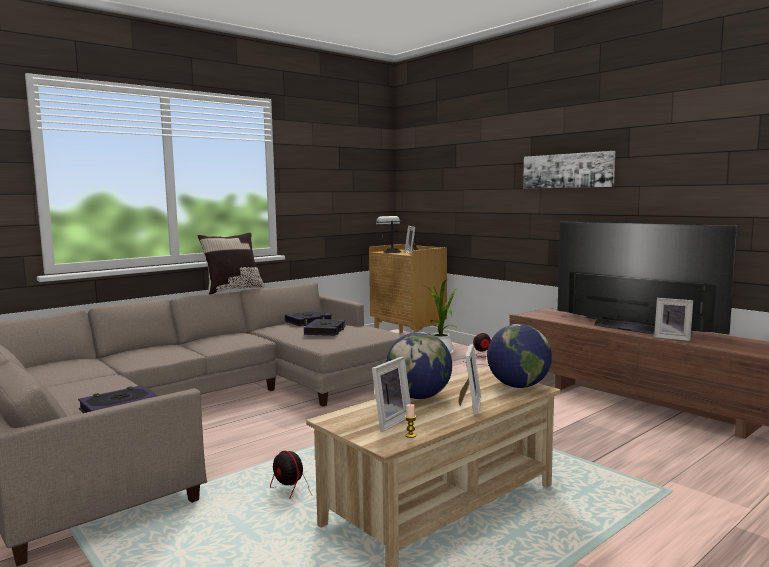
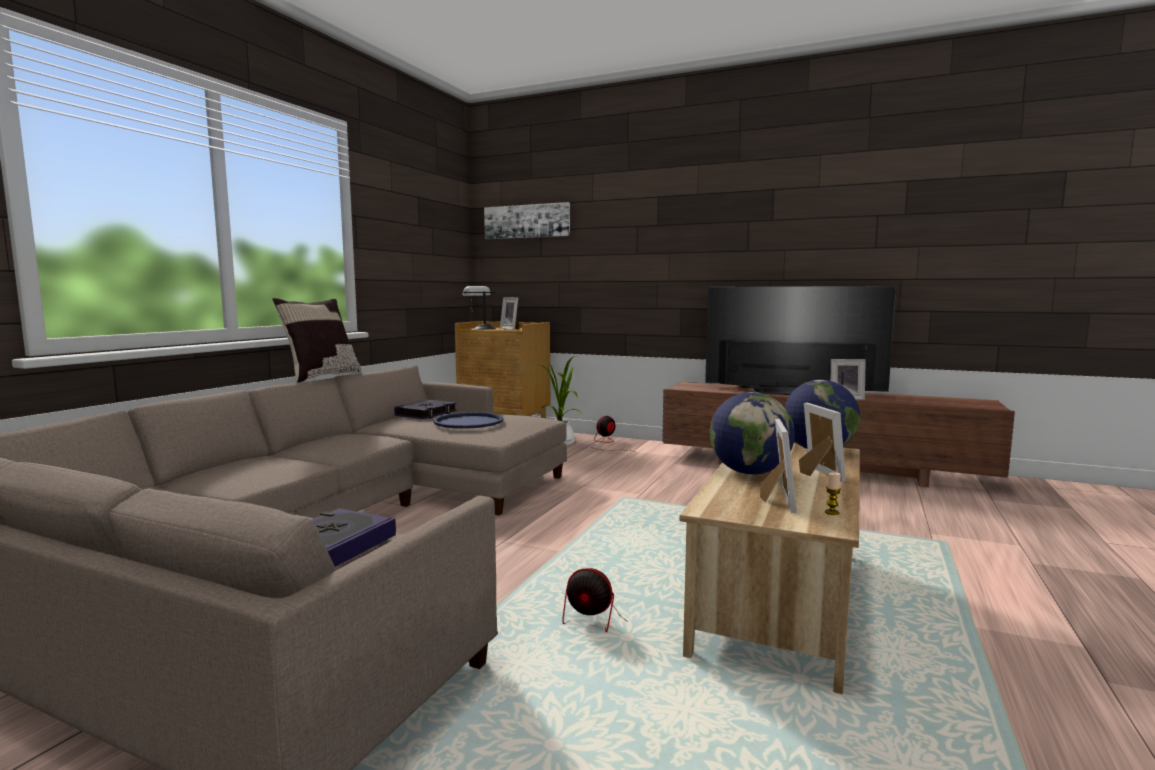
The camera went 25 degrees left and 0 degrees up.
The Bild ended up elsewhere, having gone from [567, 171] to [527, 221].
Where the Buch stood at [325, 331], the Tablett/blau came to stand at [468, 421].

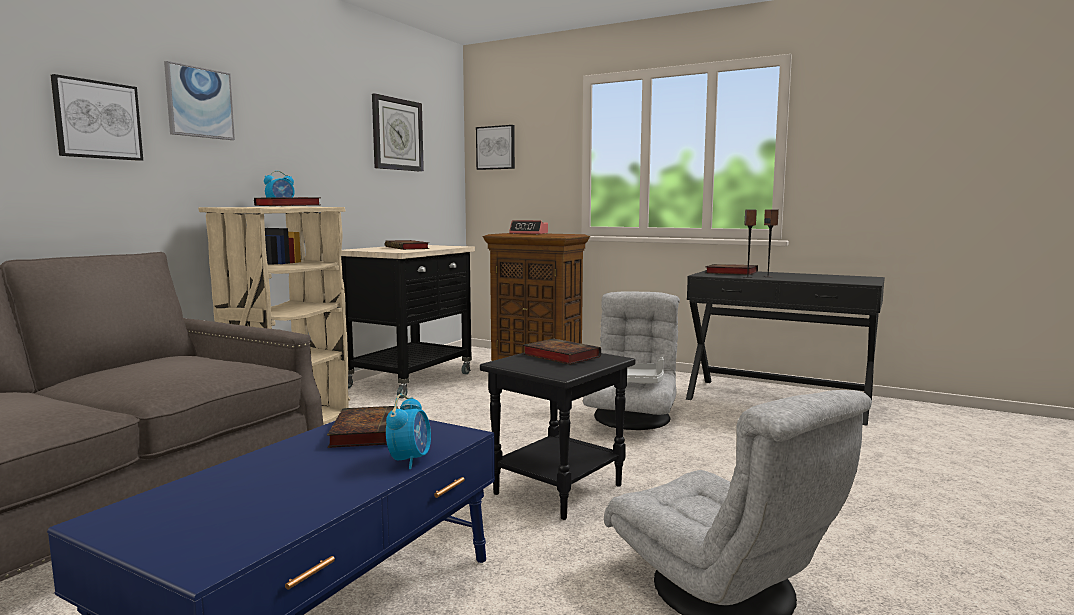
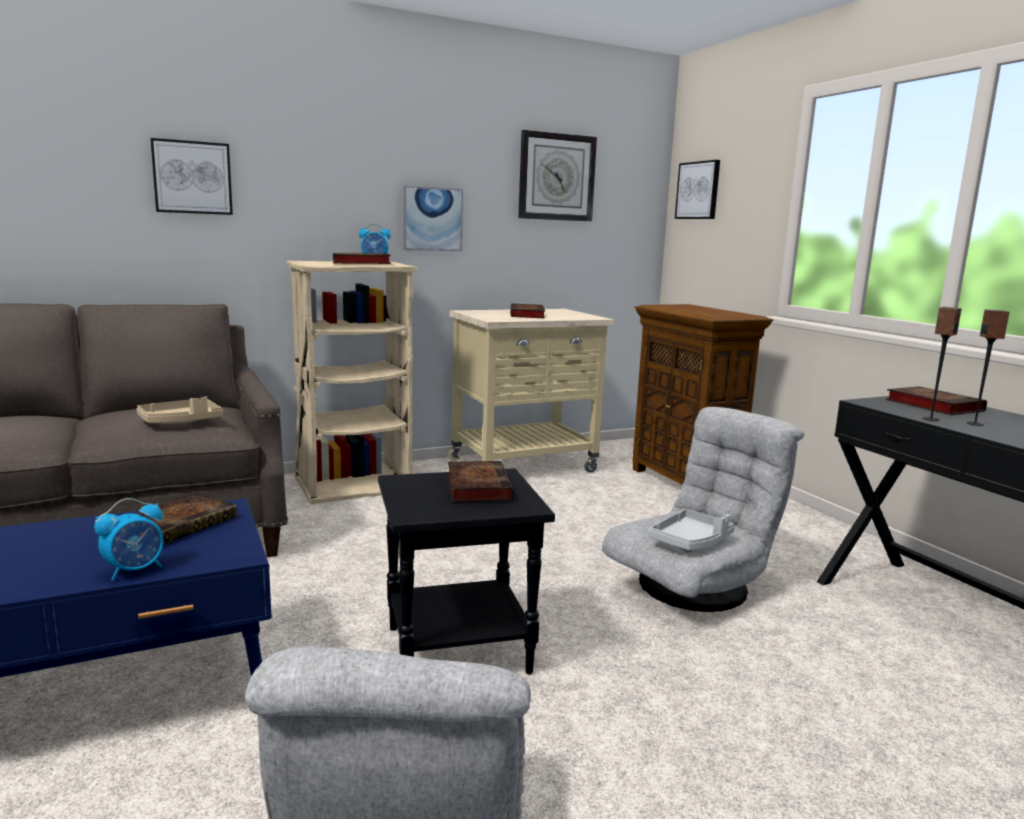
The camera went 35 degrees right and 5 degrees up.
The Bild ended up elsewhere, having gone from [199, 102] to [432, 219].
The second view lost the Wecker at [529, 233].
What was the Rollwagen/schwarz at [410, 380] turned into the Rollwagen/beige at [523, 465].
The second view gained the Tablett/beige at [181, 421].

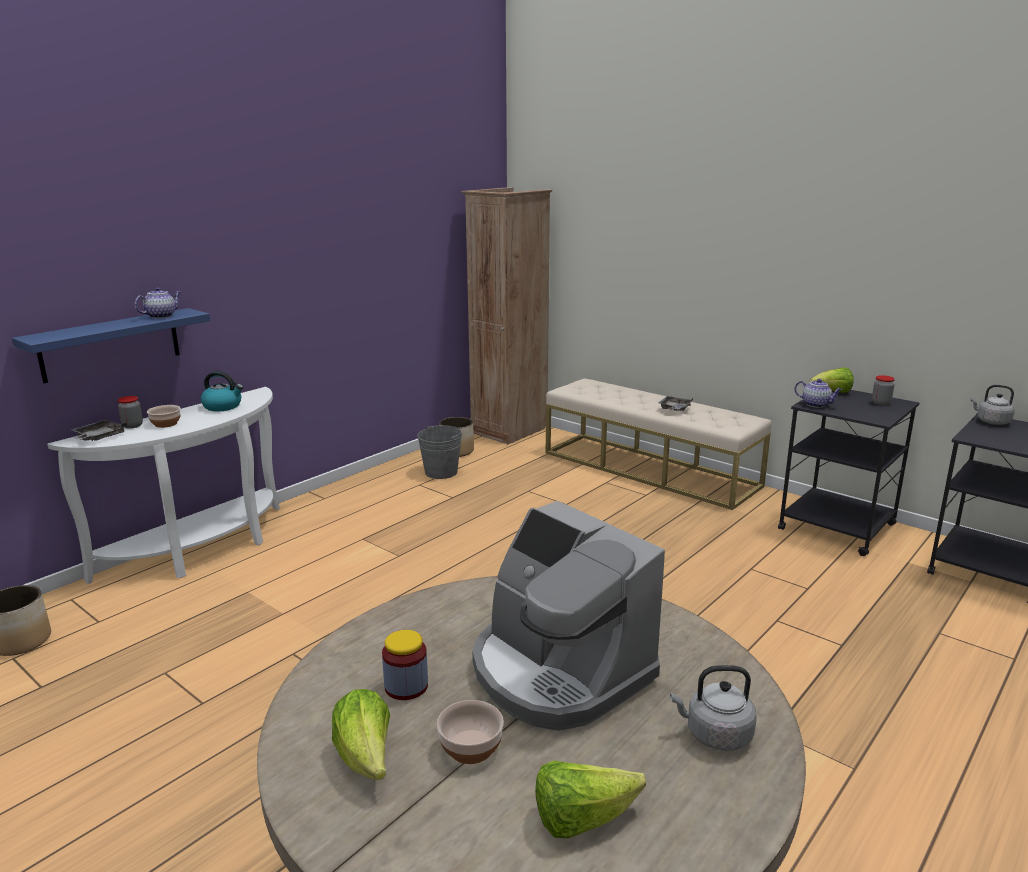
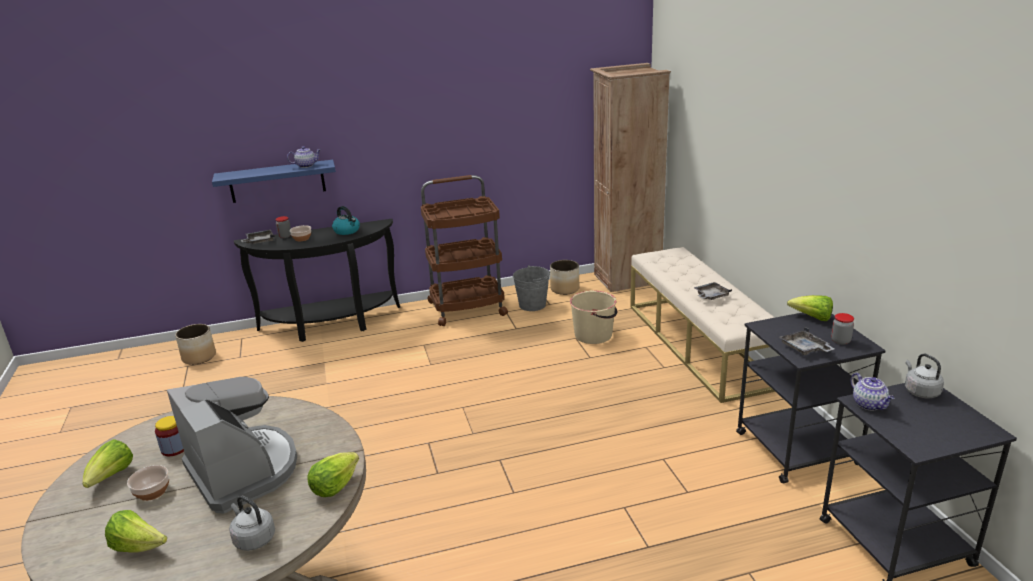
The camera went 35 degrees right and 5 degrees up.
The Teekanne ended up elsewhere, having gone from [816, 404] to [869, 405].
What was the Konsolentisch/weiß at [203, 550] turned into the Konsolentisch/schwarz at [331, 326].
The Kaffeemaschine at [558, 672] ended up facing another way, 150 degrees clockwise from before.
The second view gained the Rollwagen/braun at [467, 309].
The second view gained the Eimer/beige at [594, 335].
The second view gained the Tablett/grau at [804, 349].
The second view gained the Salatkopf at [334, 486].

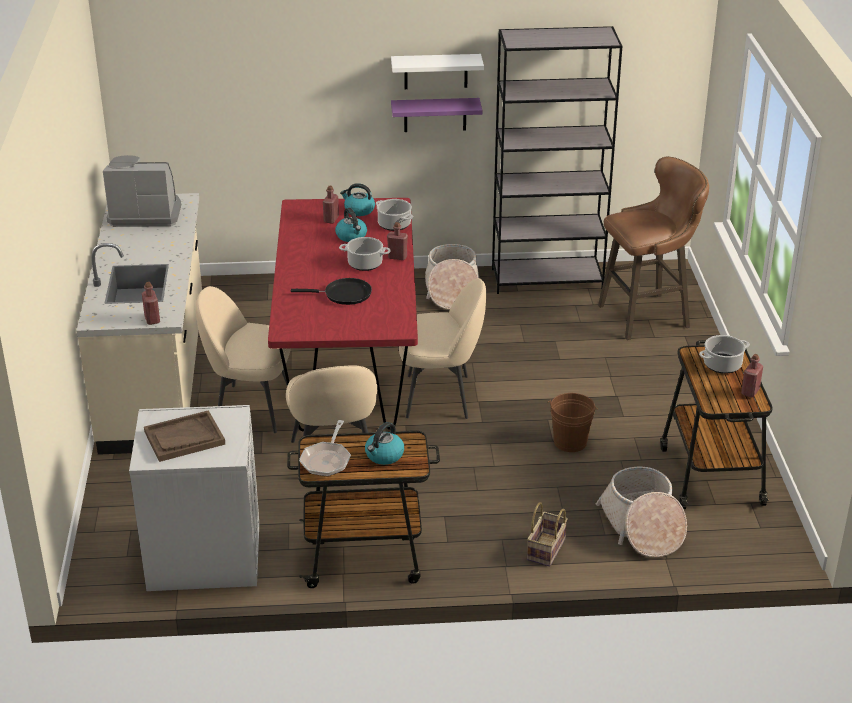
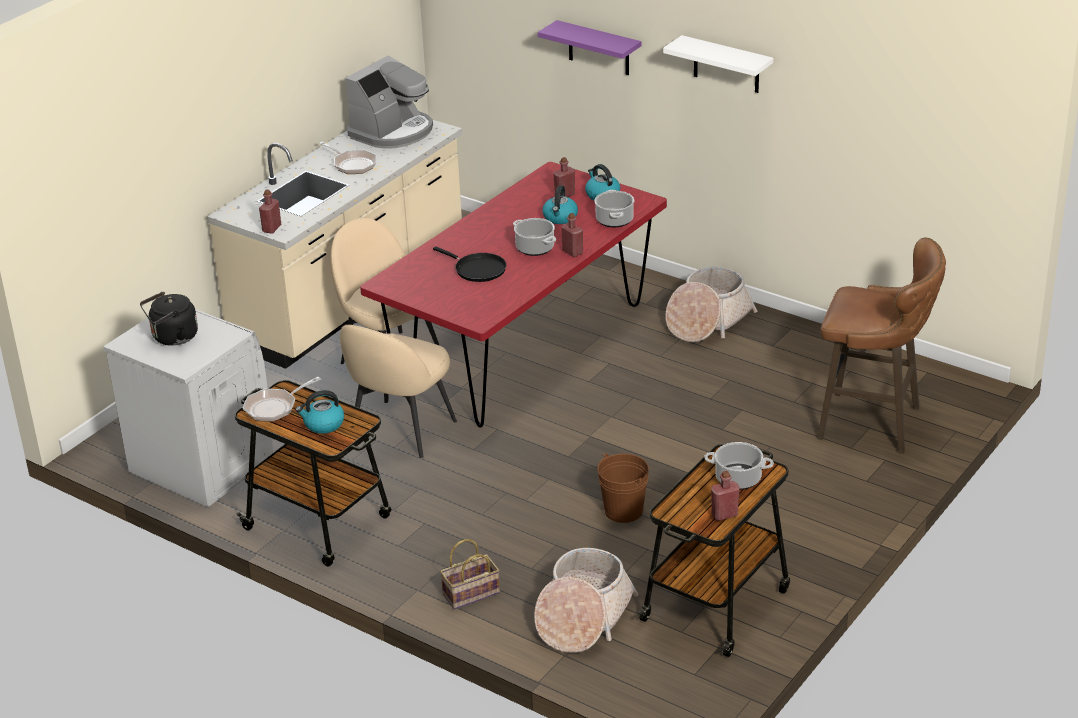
The camera went 40 degrees right and 0 degrees up.
The second view lost the Bücherregal/grau at [547, 279].
The Wandregal/lila ended up elsewhere, having gone from [435, 115] to [598, 48].
The Kaffeemaschine at [145, 213] ended up facing another way, 90 degrees clockwise from before.
The second view lost the Stuhl/beige at [440, 396].
Where the Tablett/braun stood at [184, 438], the Wasserkessel/schwarz came to stand at [172, 338].
The second view gained the Pfanne at [352, 164].

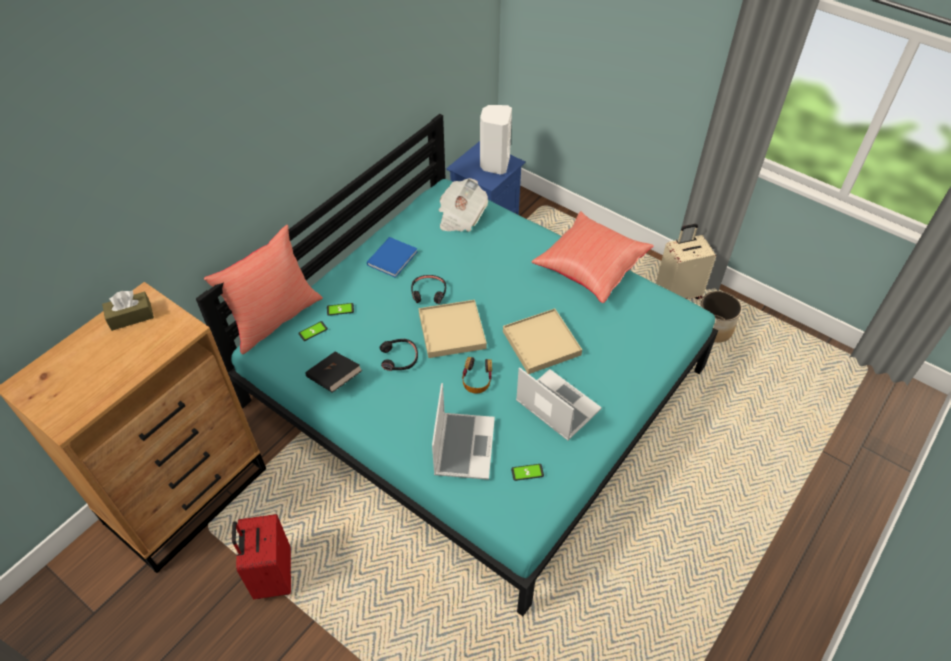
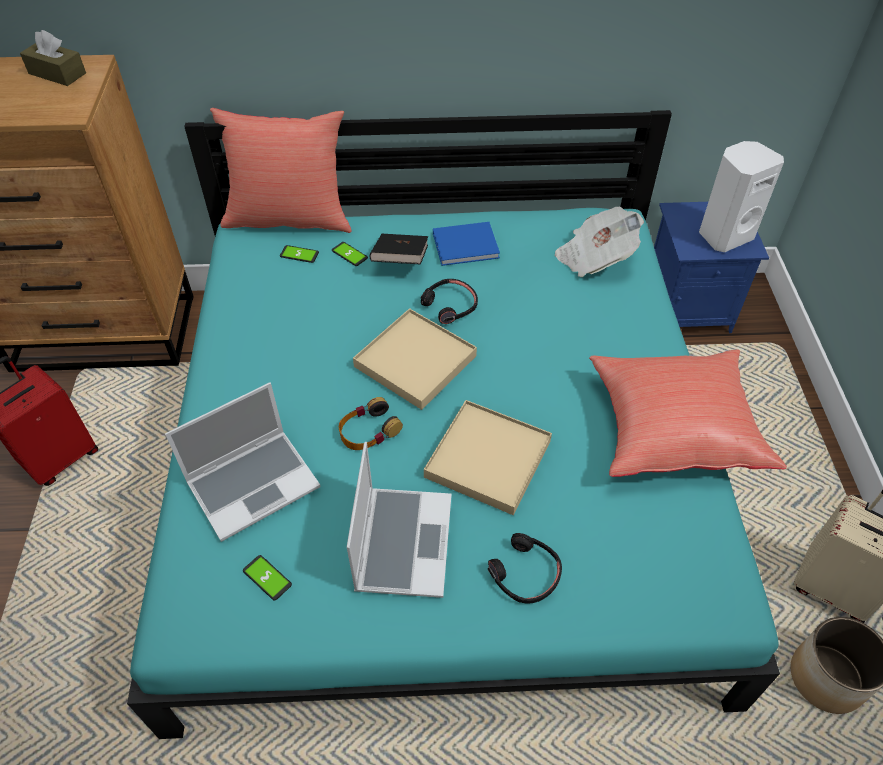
The camera went 50 degrees right and 0 degrees up.
The Kopfhörer/schwarz ended up elsewhere, having gone from [399, 358] to [525, 574].
The Buch/schwarz ended up elsewhere, having gone from [335, 379] to [400, 261].

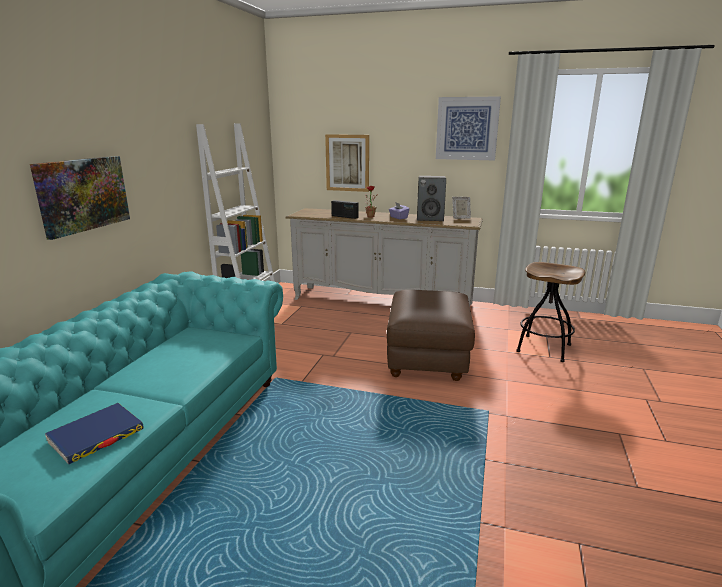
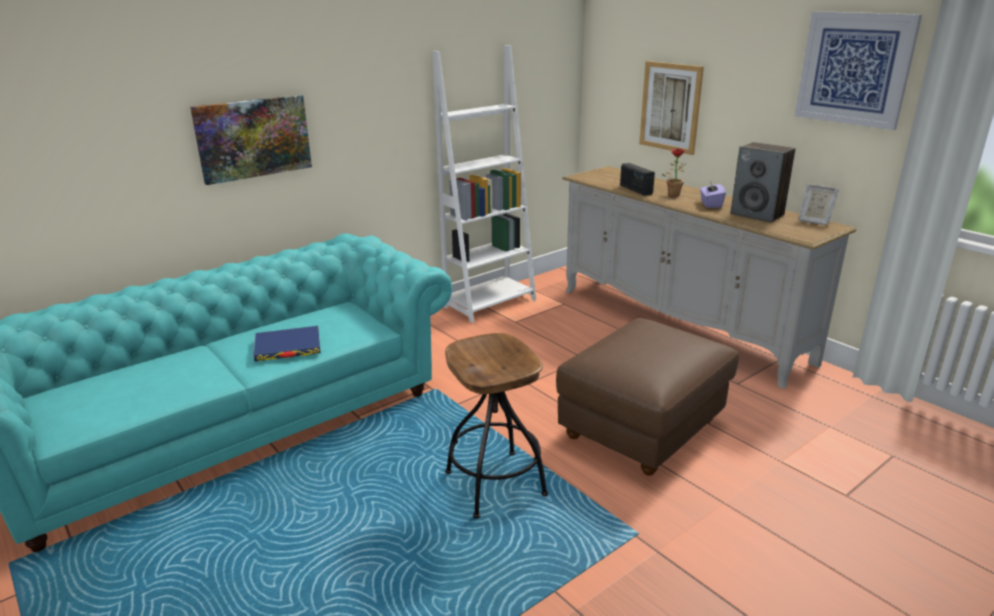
The camera went 35 degrees right and 5 degrees up.
The Hocker/braun ended up elsewhere, having gone from [544, 348] to [495, 484].
The Buch/blau ended up elsewhere, having gone from [96, 436] to [288, 347].

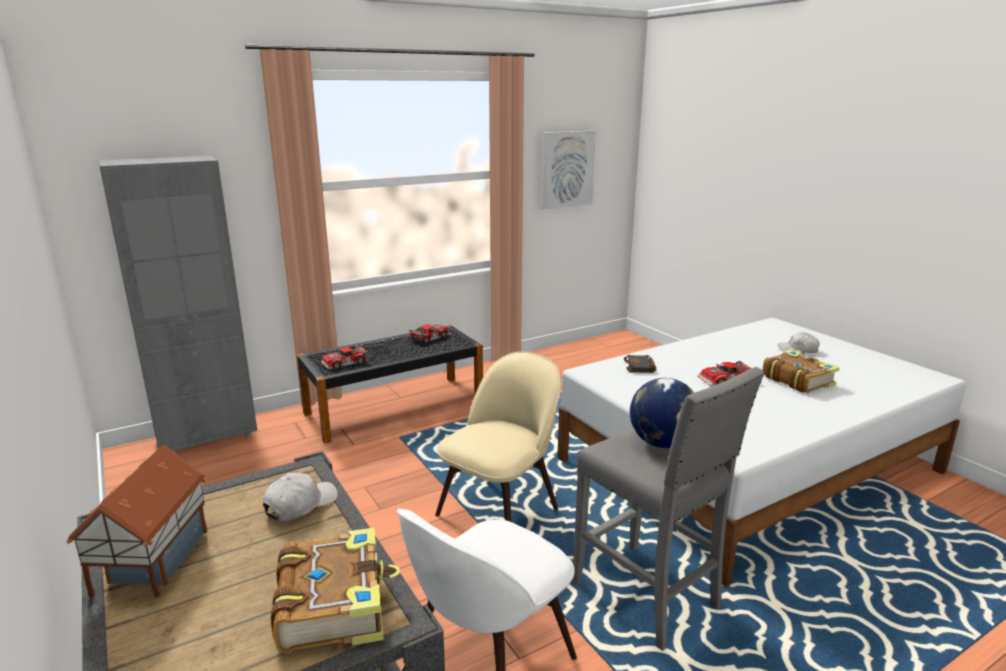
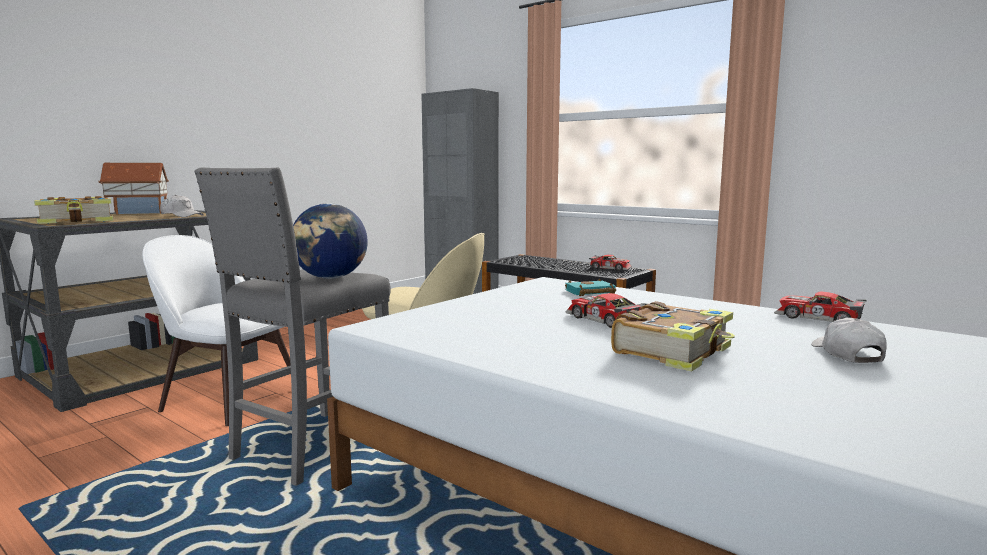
The camera went 70 degrees right and 10 degrees down.
The second view lost the Bild at [566, 169].
The Spielzeugauto ended up elsewhere, having gone from [345, 363] to [817, 318].
What was the Buch/schwarz at [641, 367] turned into the Buch/türkis at [589, 292].

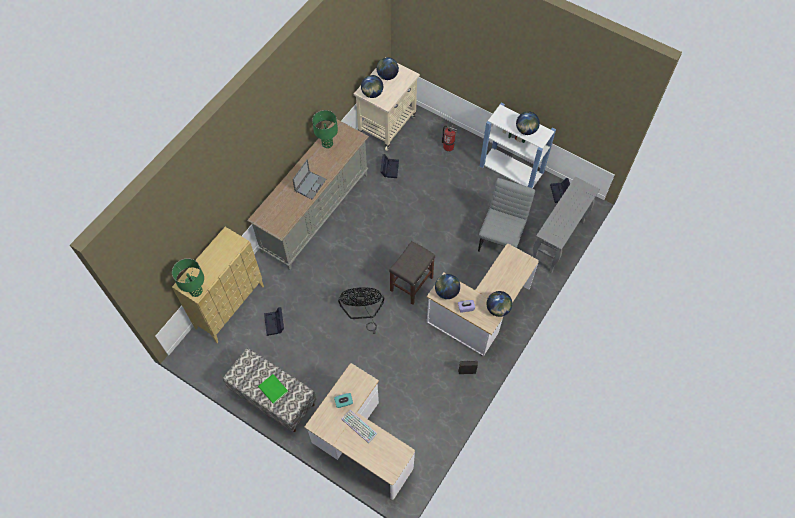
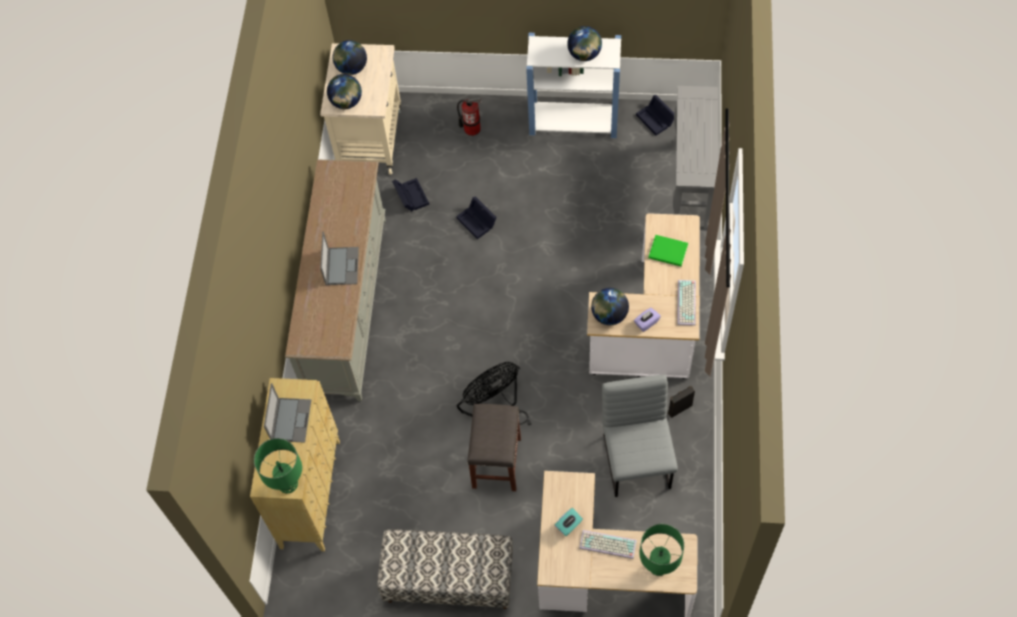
The camera went 25 degrees left and 0 degrees up.
The Tischlampe/grün ended up elsewhere, having gone from [327, 144] to [658, 566].
The Stuhl/grau ended up elsewhere, having gone from [501, 238] to [637, 459].
The Hocker/grau ended up elsewhere, having gone from [411, 283] to [496, 462].
Where the Globus stood at [498, 309], the Tastatur came to stand at [687, 303].
The Aufbewahrungsbox/schwarz ended up elsewhere, having gone from [275, 324] to [477, 222].
The Buch/grün ended up elsewhere, having gone from [273, 390] to [669, 252].
The second view gained the Laptop at [290, 419].

